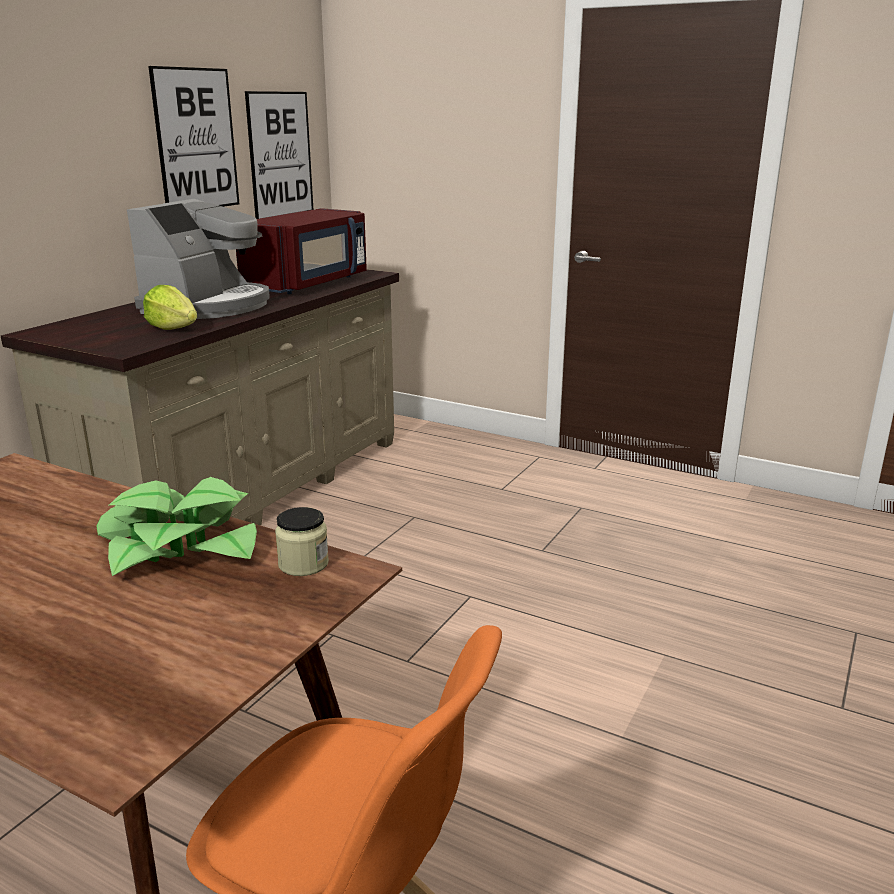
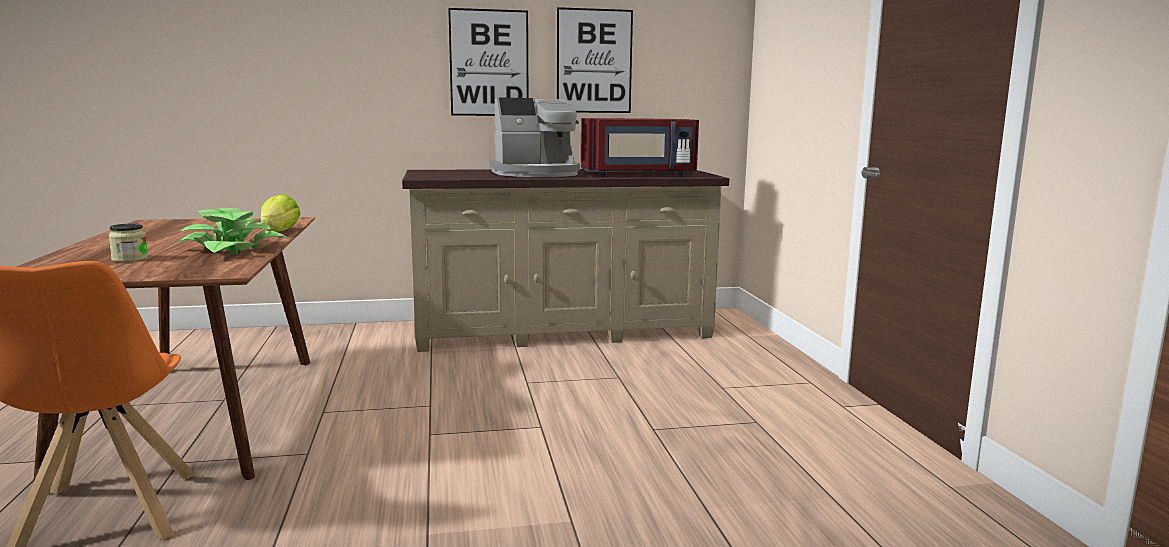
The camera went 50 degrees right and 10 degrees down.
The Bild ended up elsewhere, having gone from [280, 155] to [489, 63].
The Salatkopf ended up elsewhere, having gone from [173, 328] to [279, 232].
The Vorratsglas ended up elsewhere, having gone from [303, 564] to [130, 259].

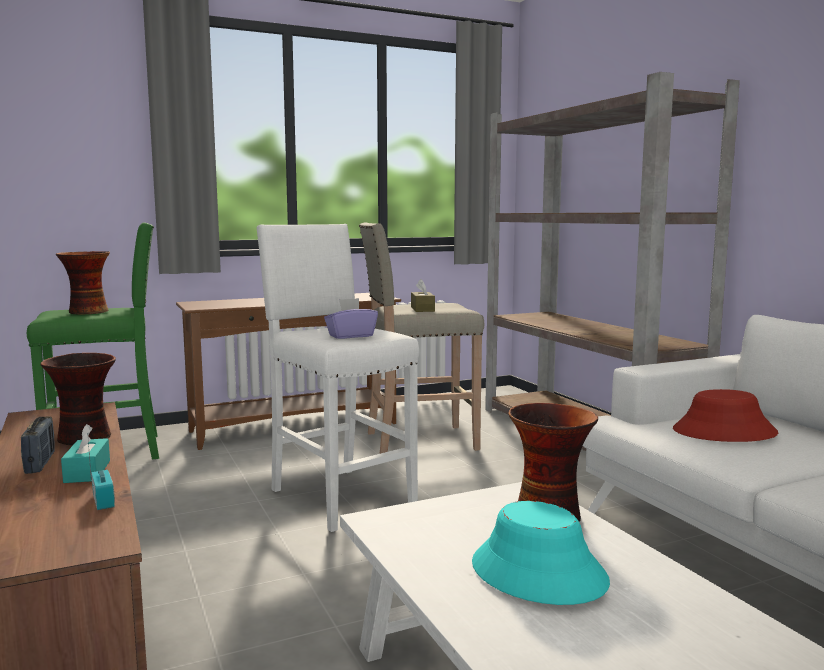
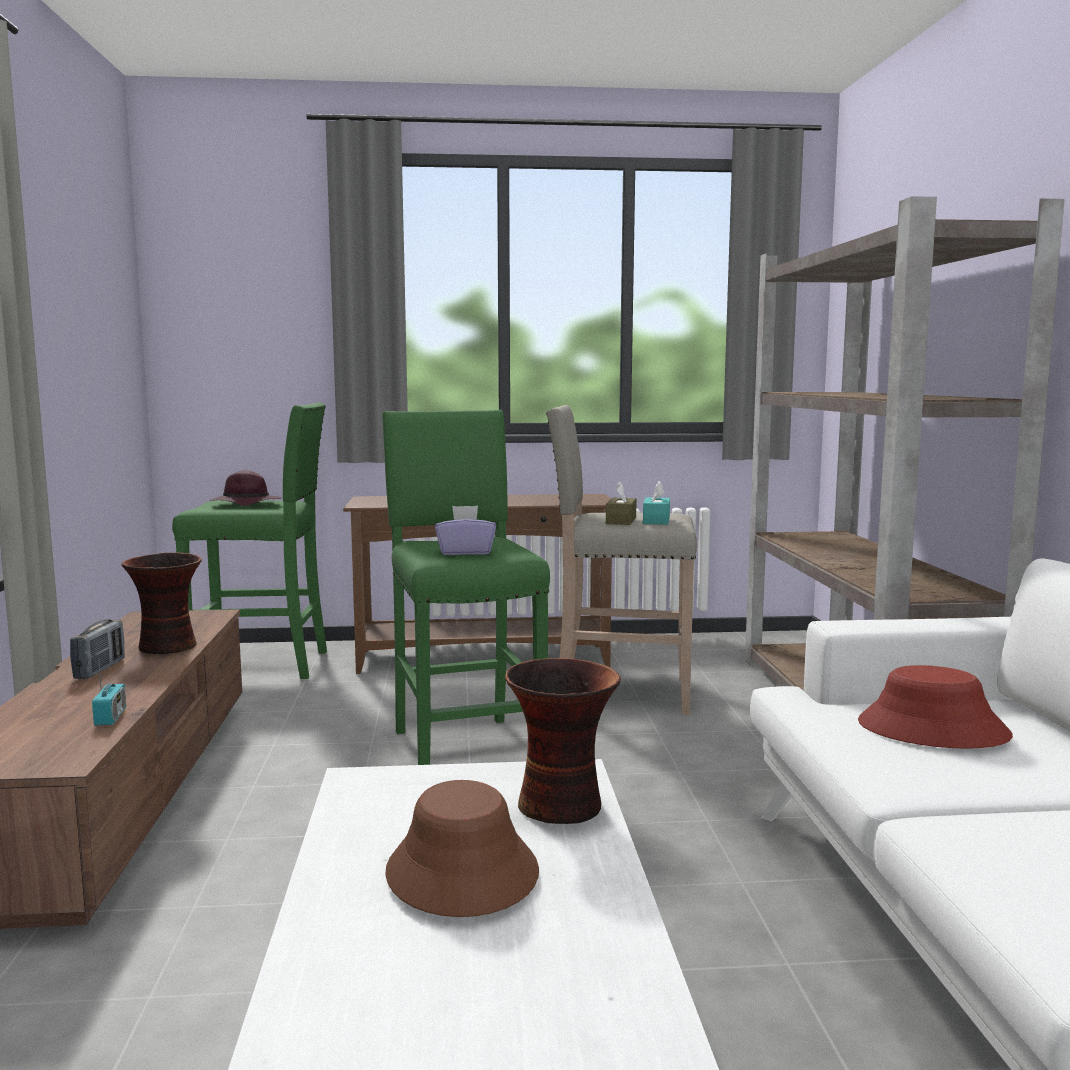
The camera went 20 degrees right and 0 degrees up.
What was the Hocker/weiß at [340, 496] turned into the Hocker/grün at [465, 750].
Where the Vase stood at [87, 312], the Hut/lila came to stand at [245, 504].
The Taschentuchbox/türkis ended up elsewhere, having gone from [87, 471] to [656, 520].
What was the Hut/türkis at [537, 573] turned into the Hut/braun at [461, 872].

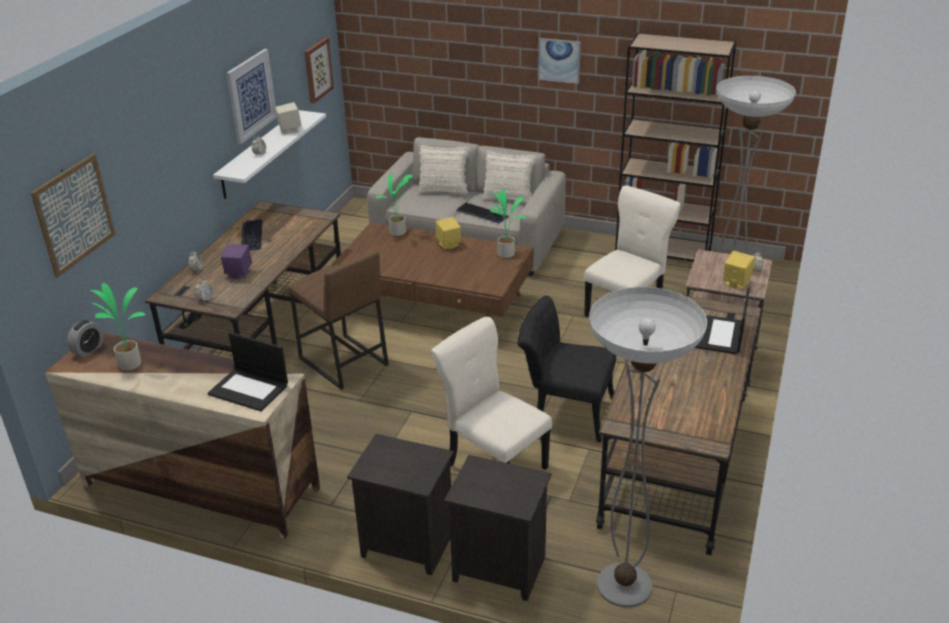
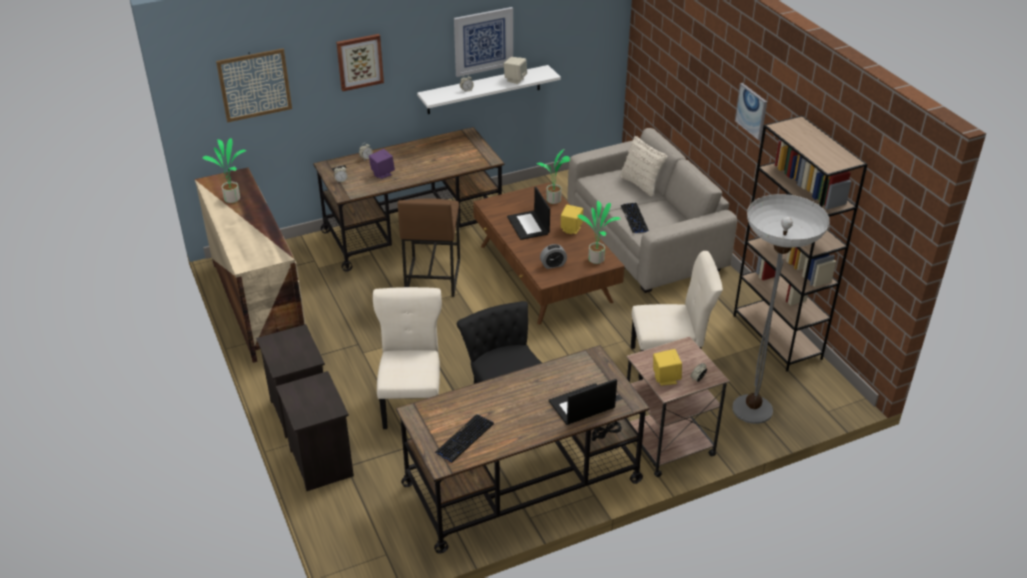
The camera went 45 degrees right and 5 degrees up.
The Bild ended up elsewhere, having gone from [317, 70] to [359, 61].
The second view lost the Kissen/beige at [509, 198].
The Tastatur ended up elsewhere, having gone from [252, 236] to [464, 439].
The second view lost the Stehlampe at [624, 585].
The Wecker ended up elsewhere, having gone from [88, 350] to [553, 265].
The Laptop ended up elsewhere, having gone from [249, 389] to [529, 225].

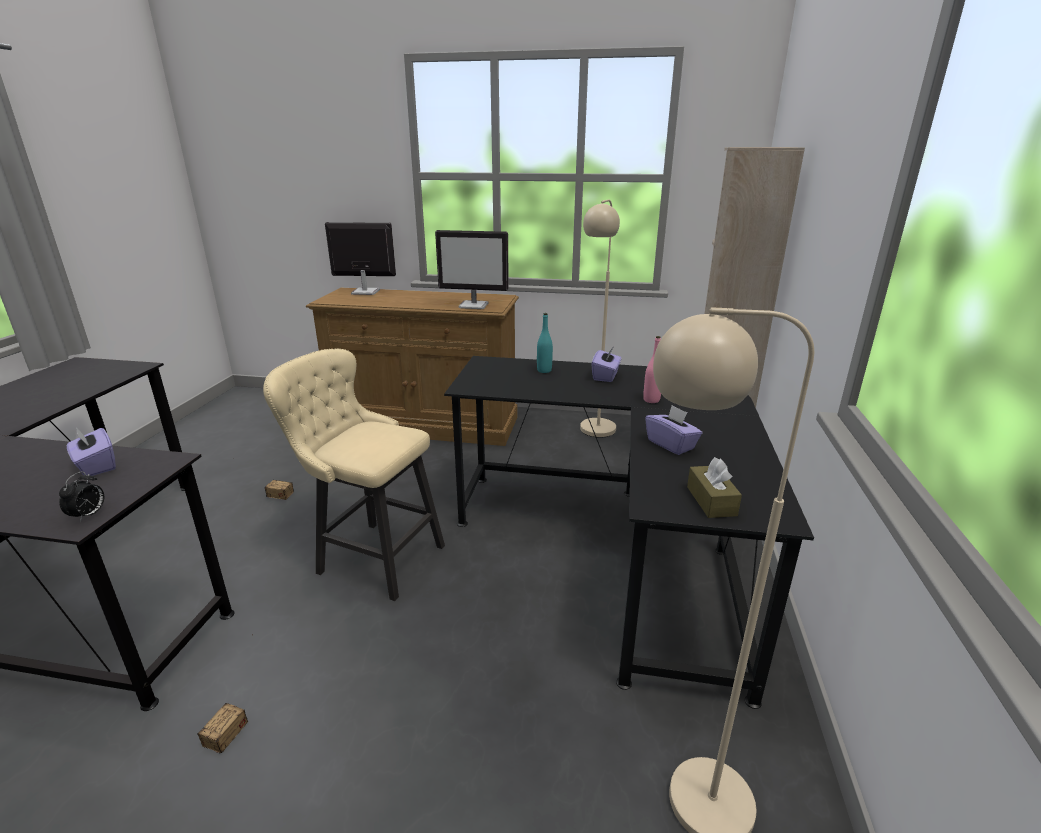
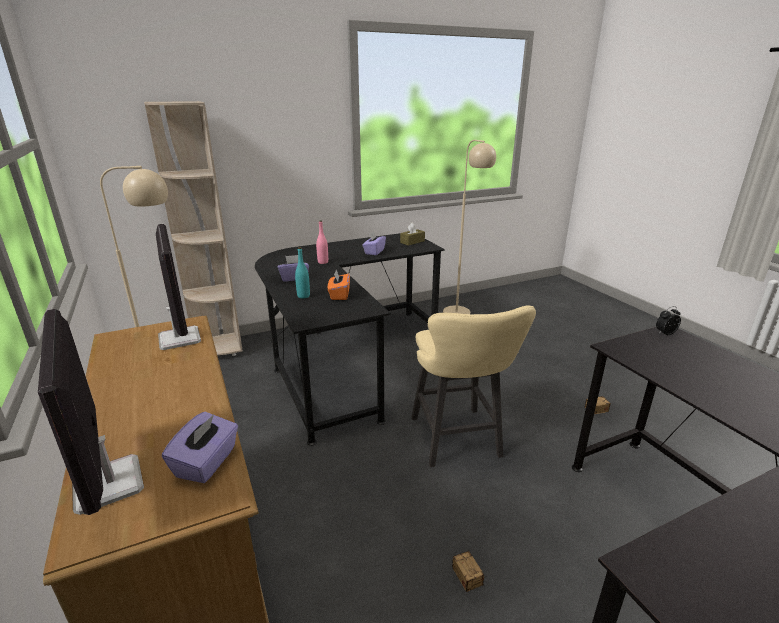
The camera went 125 degrees left and 0 degrees up.
The Taschentuchbox/lila ended up elsewhere, having gone from [96, 466] to [207, 462].
The second view gained the Taschentuchbox/orange at [339, 295].

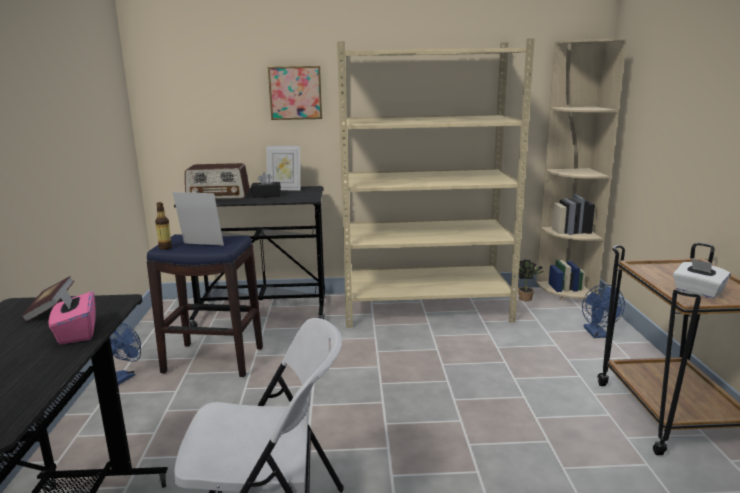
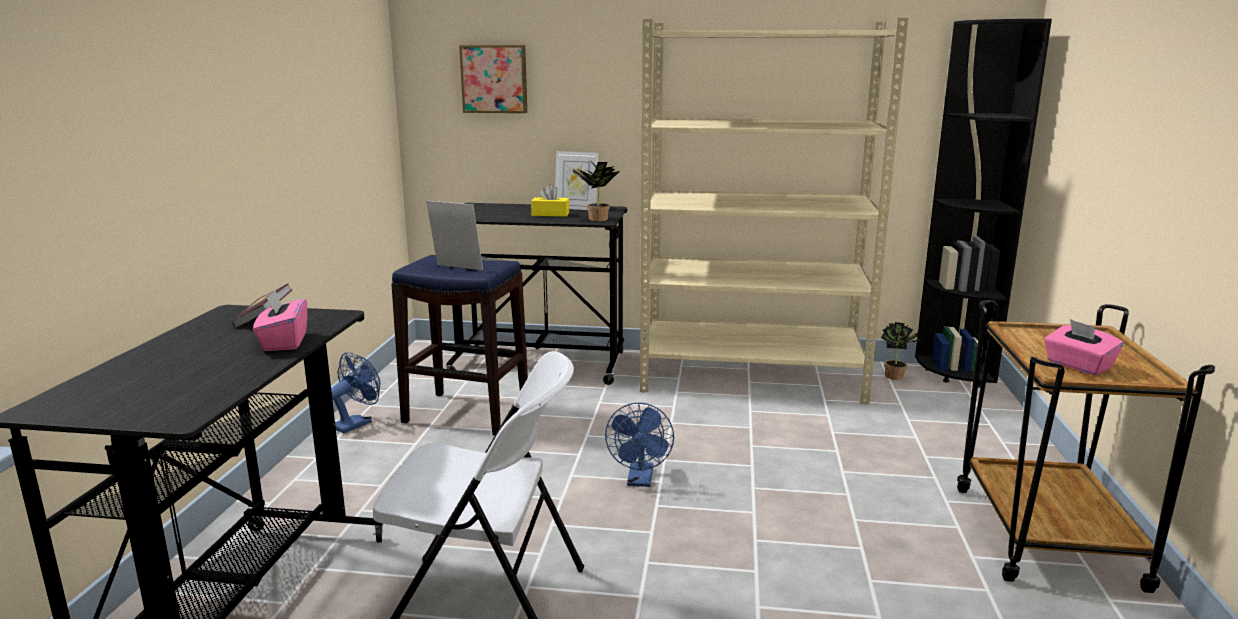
The camera went 10 degrees right and 0 degrees up.
What was the Bücherregal/beige at [566, 295] turned into the Bücherregal/schwarz at [955, 377].
The Bild ended up elsewhere, having gone from [295, 93] to [494, 79].
The second view lost the Radio at [218, 196].
What was the Taschentuchbox/schwarz at [266, 195] turned into the Taschentuchbox/gelb at [550, 214].
The second view lost the Flasche at [165, 248].
What was the Taschentuchbox/weiß at [698, 292] turned into the Taschentuchbox/rosa at [1078, 366].
The Ventilator/blau ended up elsewhere, having gone from [597, 334] to [640, 480].
The second view gained the Topfpflanze at [595, 219].

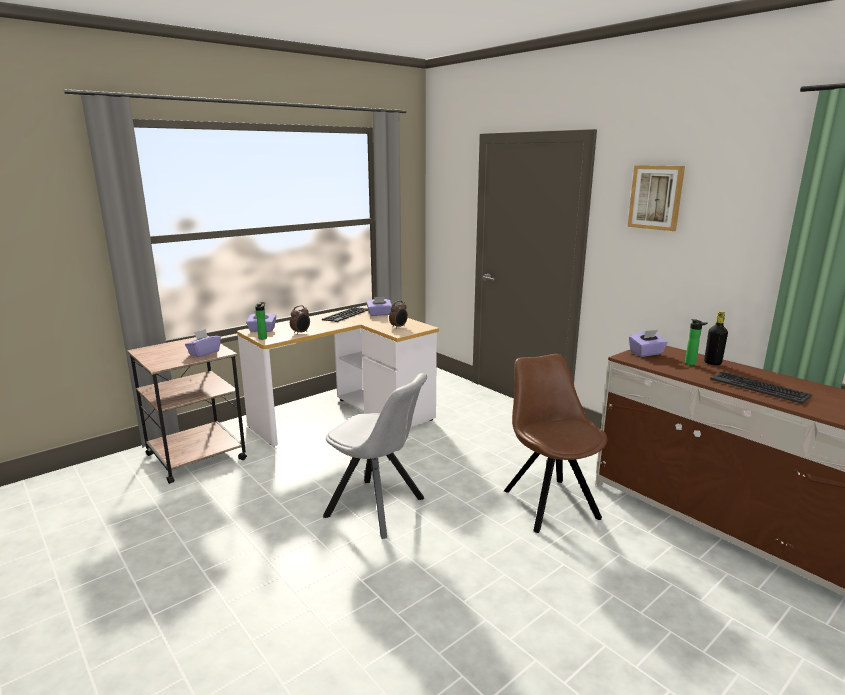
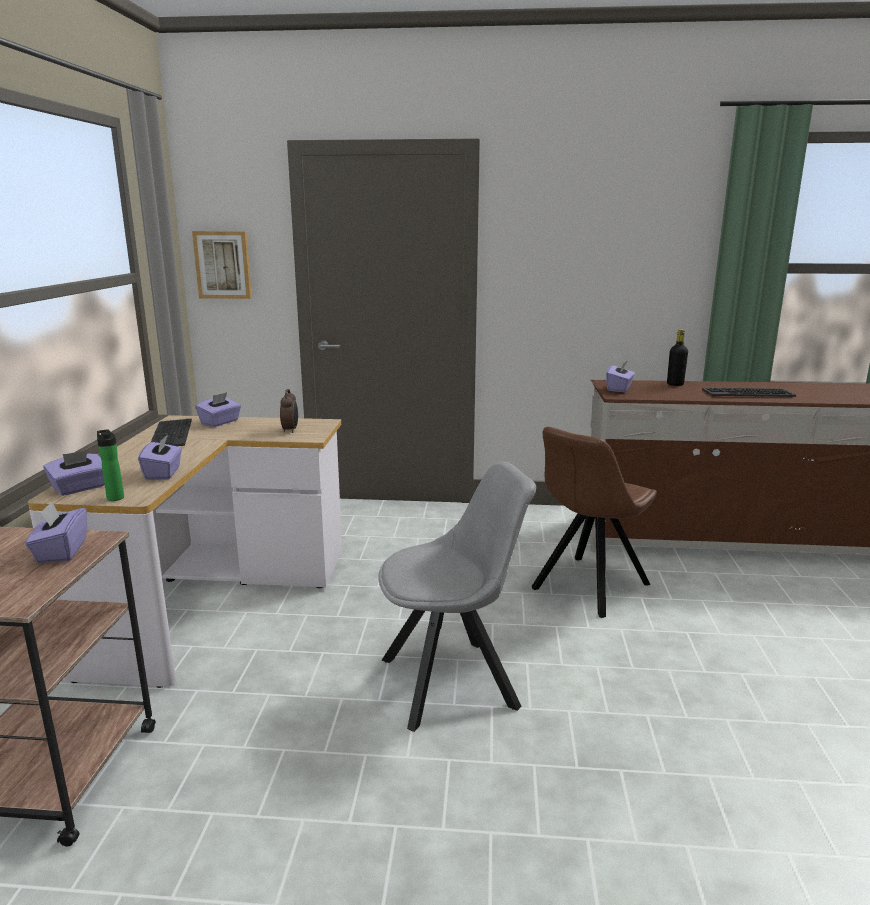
The camera went 45 degrees left and 0 degrees up.
The Bild ended up elsewhere, having gone from [656, 197] to [223, 265].
Where the Wecker stood at [301, 333], the Taschentuchbox/lila came to stand at [163, 473].
The second view lost the Flasche at [692, 364].
The Stuhl/braun at [549, 504] ended up facing another way, 75 degrees counterclockwise from before.

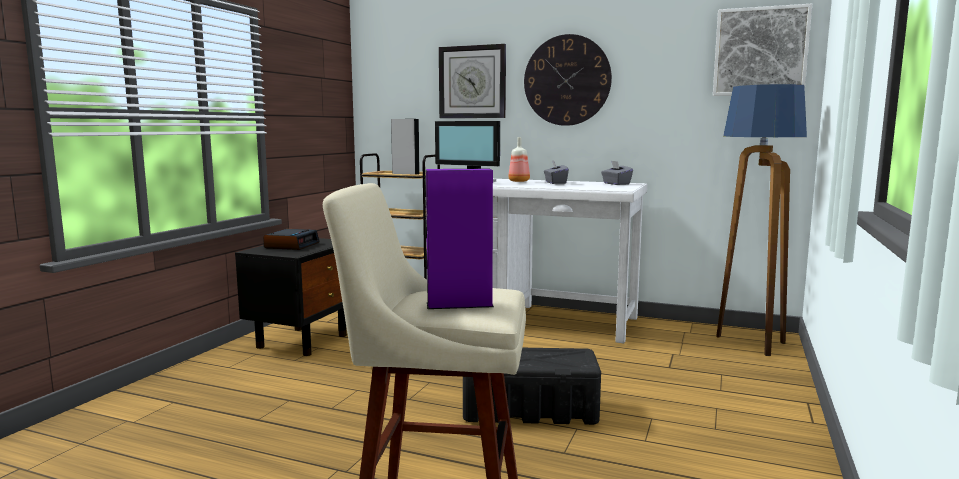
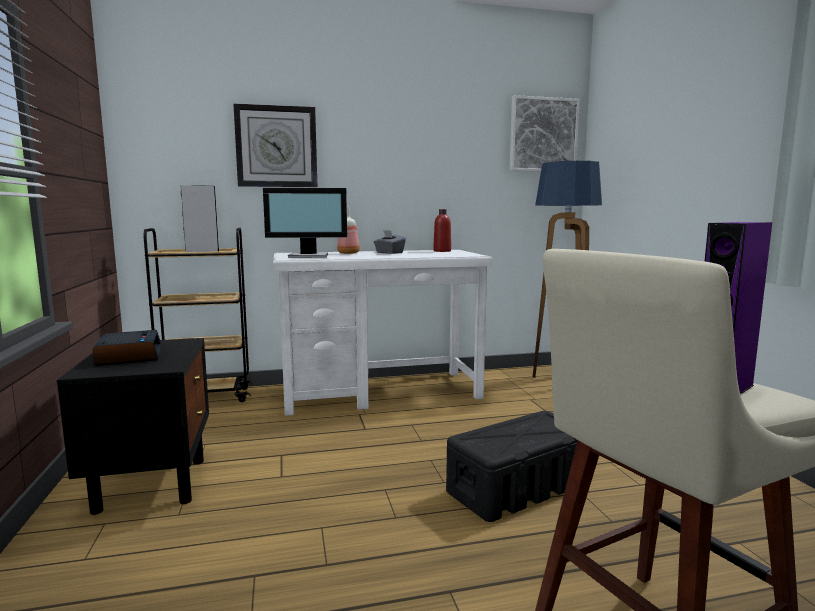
The camera went 35 degrees left and 0 degrees up.
The second view lost the Wanduhr at [567, 80].
Where the Taschentuchbox/grau stood at [616, 184], the Flasche/rot came to stand at [442, 251].

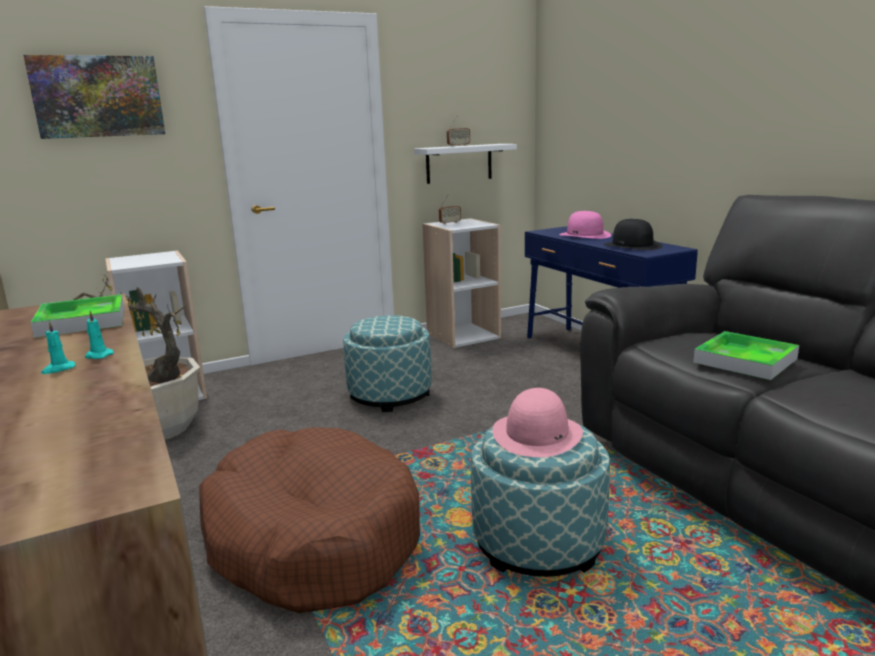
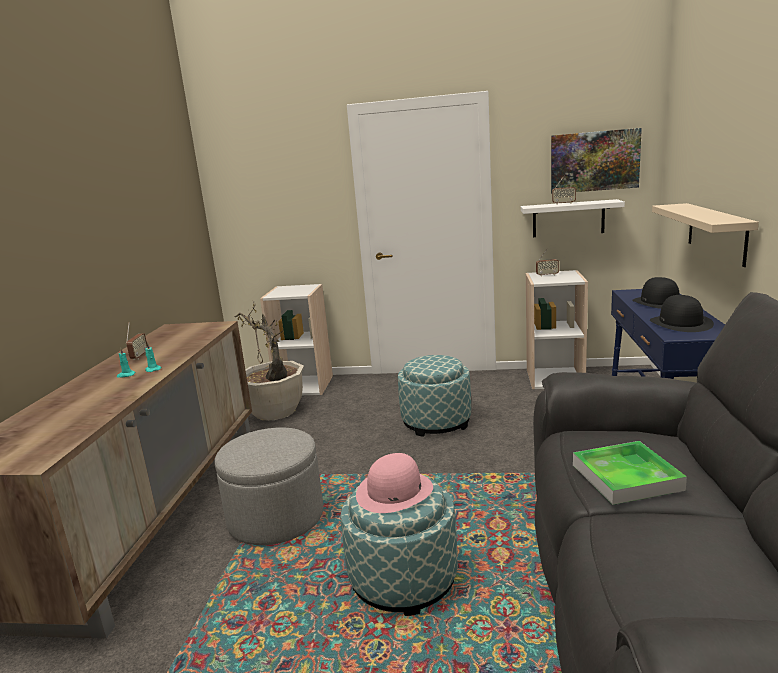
The camera went 35 degrees right and 0 degrees up.
The Bild ended up elsewhere, having gone from [98, 96] to [594, 161].
What was the Hut/rosa at [585, 235] turned into the Hut/schwarz at [660, 302].
The second view lost the Tablett at [82, 321].
Where the Hundebett/braun stood at [312, 538], the Polsterhocker/grau came to stand at [276, 517].
The second view gained the Wandregal/beige at [716, 232].
The second view gained the Radio at [139, 356].

